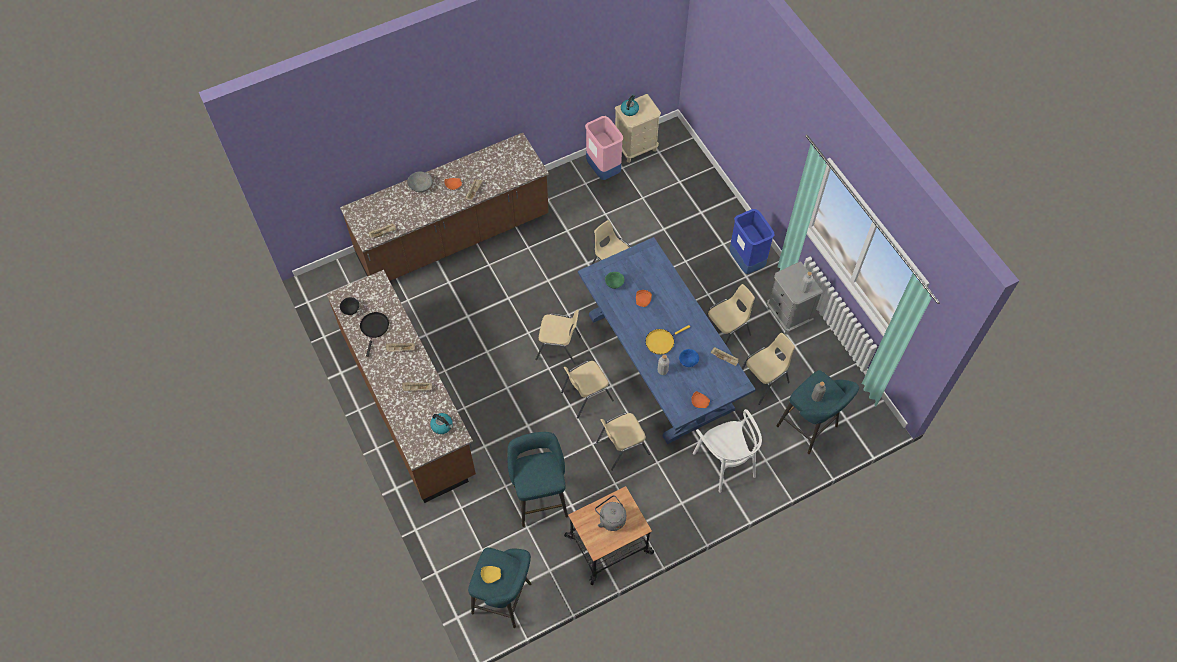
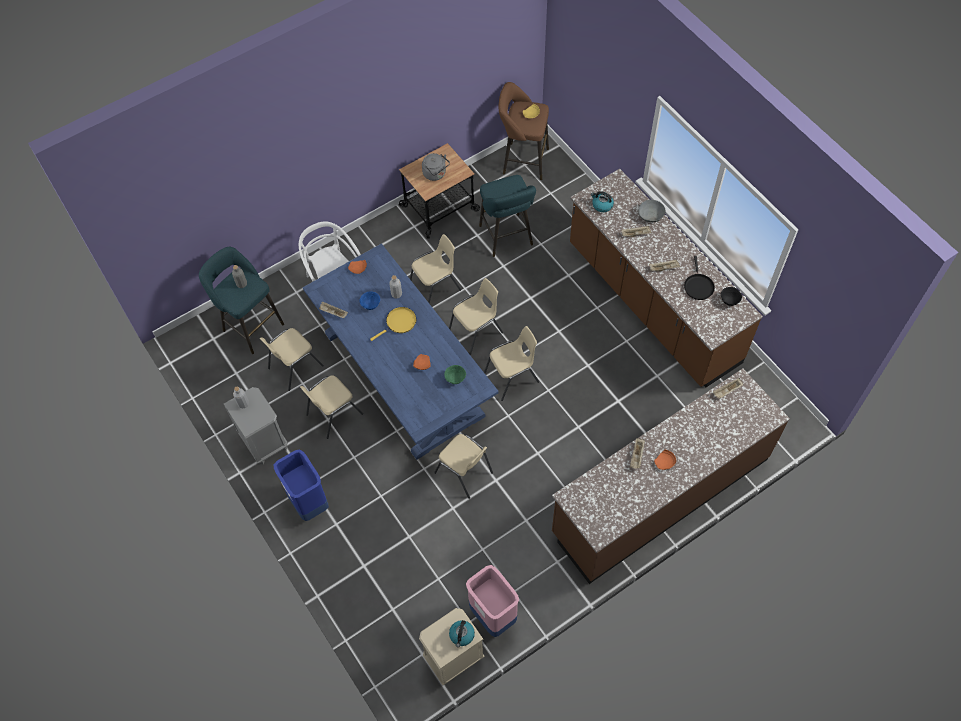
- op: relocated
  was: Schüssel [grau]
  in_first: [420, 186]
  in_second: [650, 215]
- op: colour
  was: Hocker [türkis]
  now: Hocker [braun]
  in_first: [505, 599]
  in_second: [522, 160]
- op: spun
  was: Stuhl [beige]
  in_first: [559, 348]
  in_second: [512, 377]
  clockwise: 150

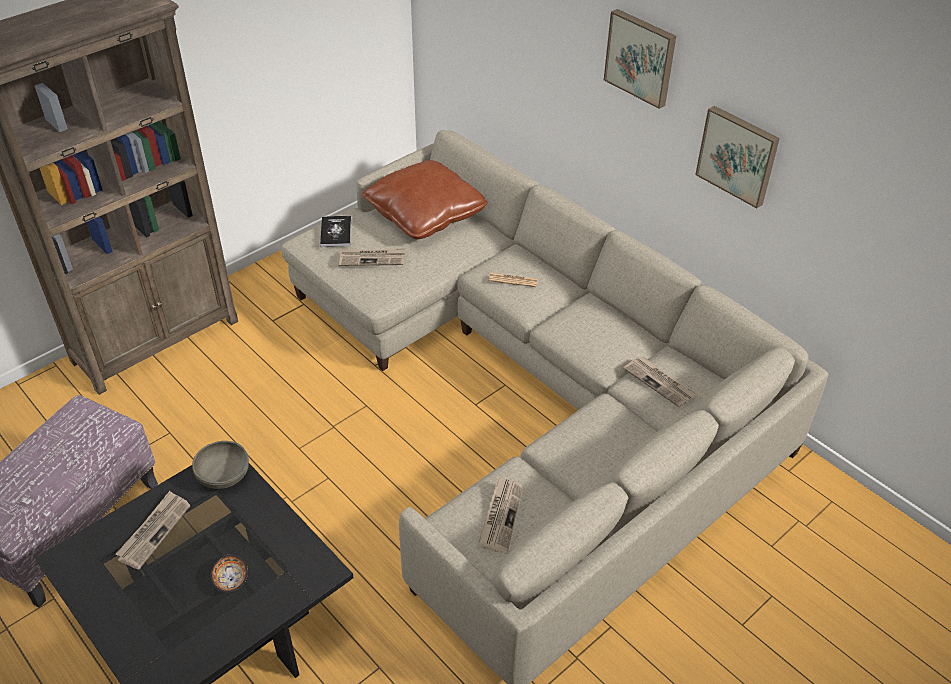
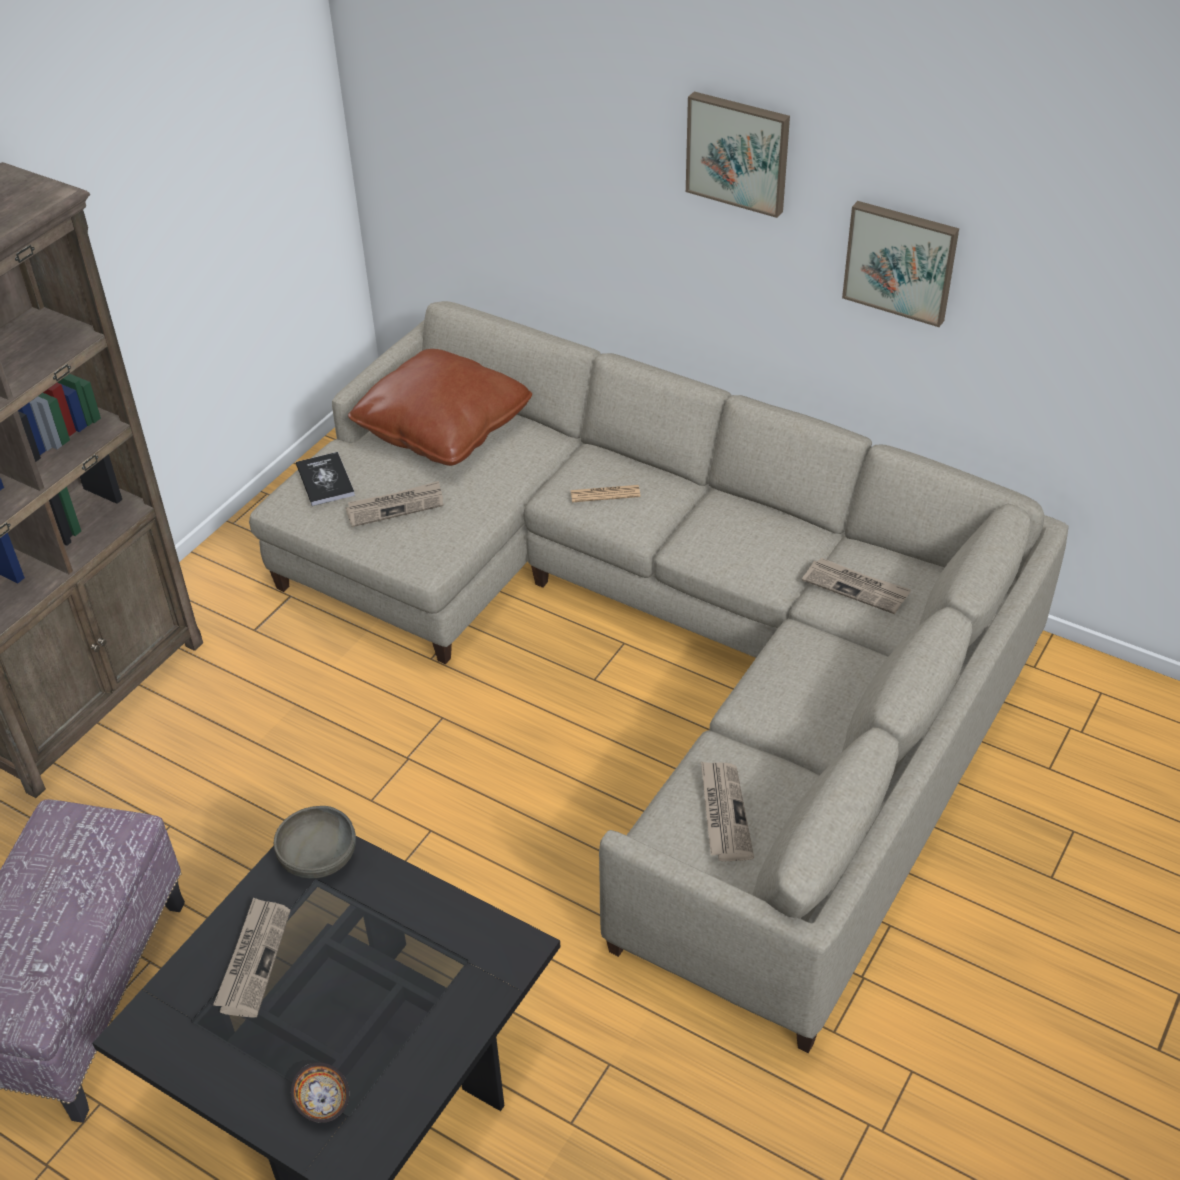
- op: relocated
  was: Schüssel
  in_first: [232, 579]
  in_second: [323, 1099]

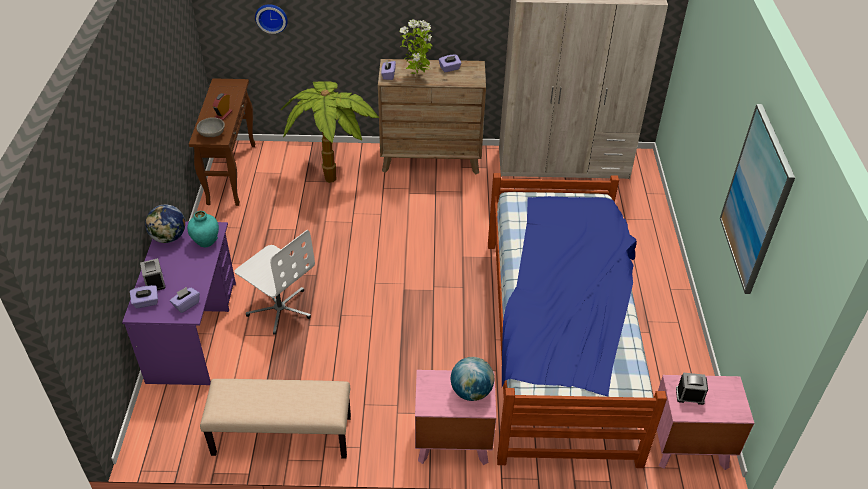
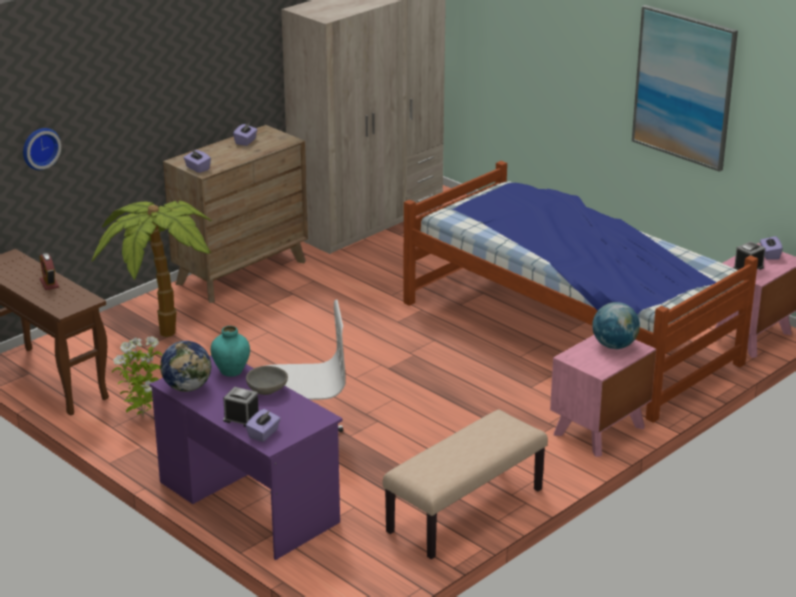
- op: relocated
  was: Taschentuchbox [lila]
  in_first: [186, 304]
  in_second: [769, 255]
- op: relocated
  was: Schüssel [grau]
  in_first: [211, 134]
  in_second: [266, 390]
- op: relocated
  was: Topfpflanze
  in_first: [417, 77]
  in_second: [143, 416]

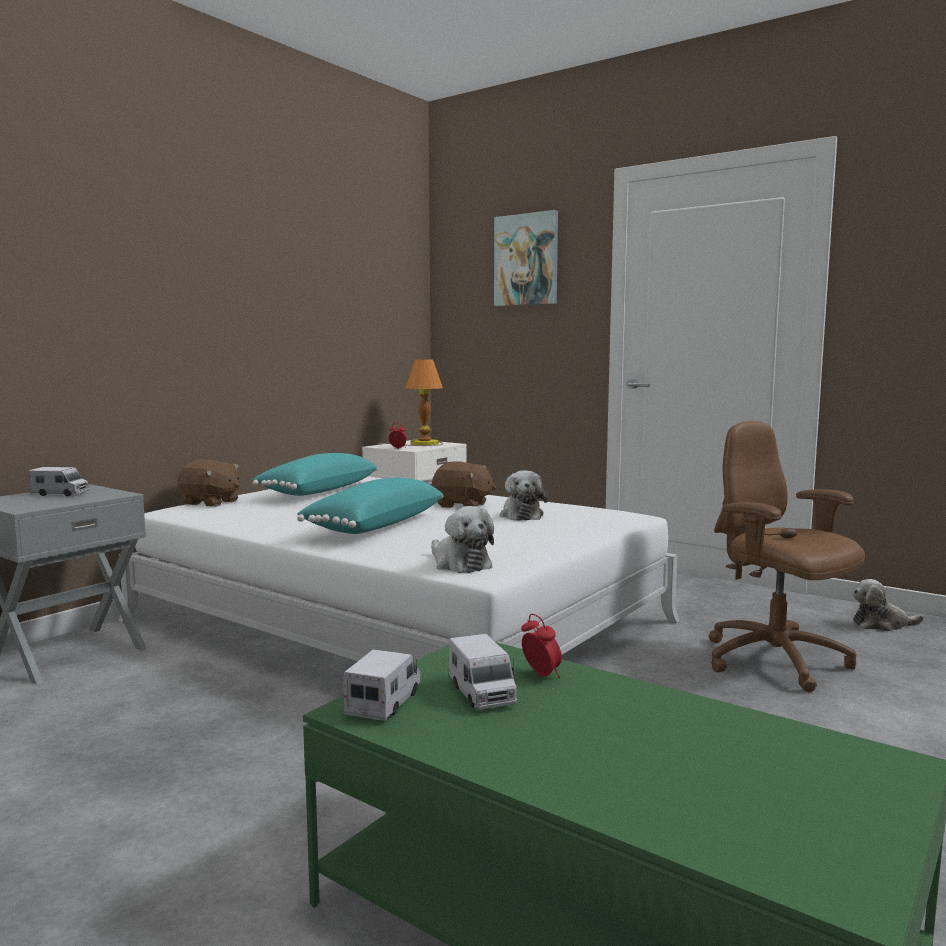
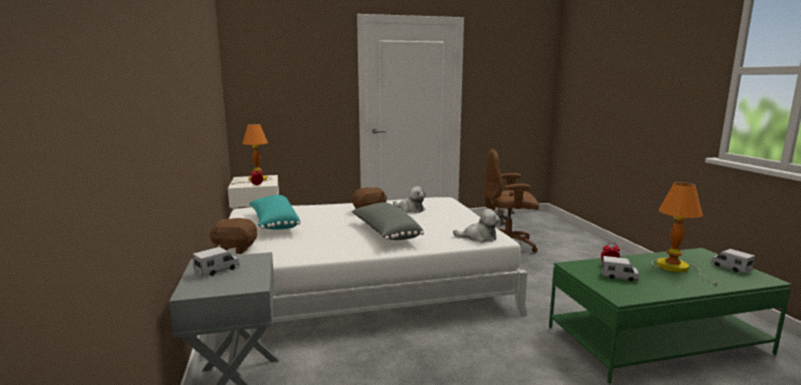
- op: missing
  was: Bild
  in_first: [526, 260]
- op: appeared
  now: Tischlampe
  in_second: [676, 267]
- op: relocated
  was: Spielzeuglaster
  in_first: [384, 703]
  in_second: [730, 267]
- op: colour
  was: Kissen [türkis]
  now: Kissen [grau]
  in_first: [373, 526]
  in_second: [385, 233]
- op: spun
  was: Plüschtier [braun]
  in_first: [210, 503]
  in_second: [235, 249]
  clockwise: -150

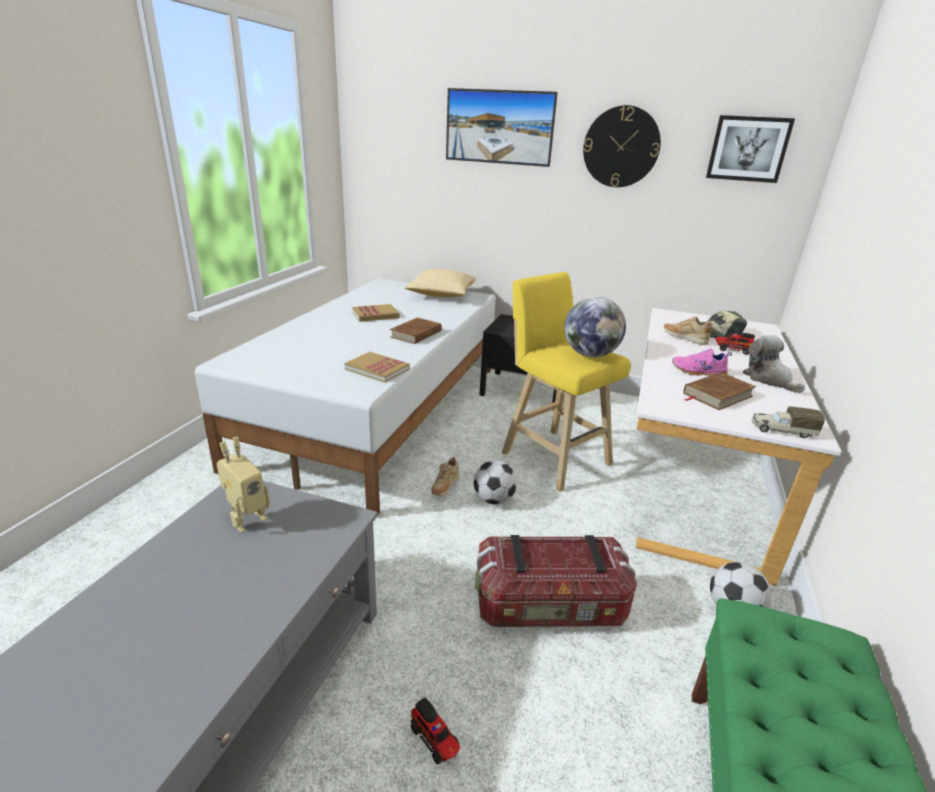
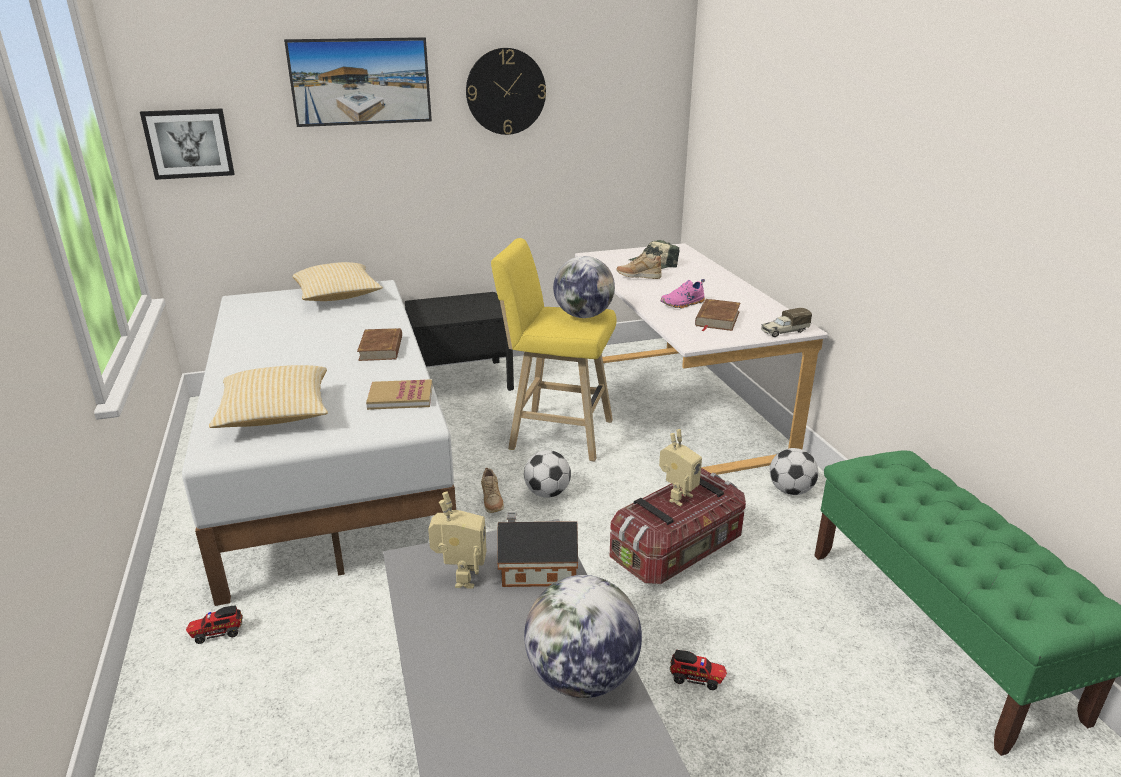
- op: missing
  was: Buch
  in_first: [375, 315]
- op: missing
  was: Plüschtier
  in_first: [768, 379]
- op: appeared
  now: Kissen
  in_second: [276, 415]
- op: appeared
  now: Spielzeughaus
  in_second: [535, 569]
- op: appeared
  now: Globus
  in_second: [582, 678]
- op: appeared
  now: Spielzeugroboter
  in_second: [677, 497]
- op: relocated
  was: Bild
  in_first: [748, 149]
  in_second: [189, 143]
- op: relocated
  was: Spielzeuglaster
  in_first: [732, 350]
  in_second: [217, 633]

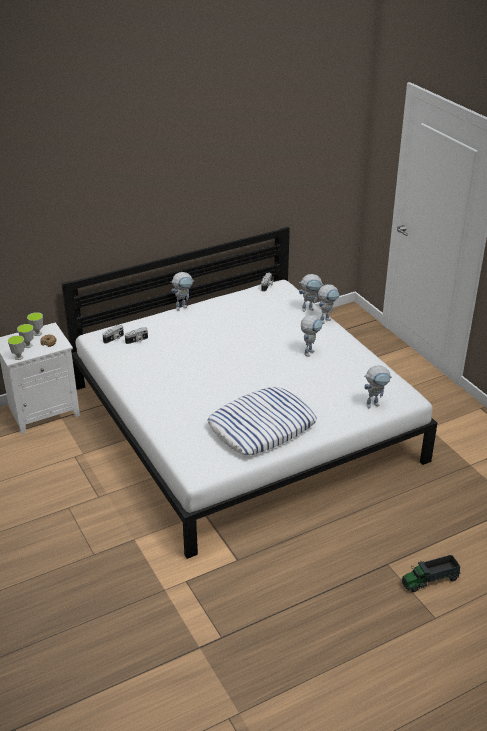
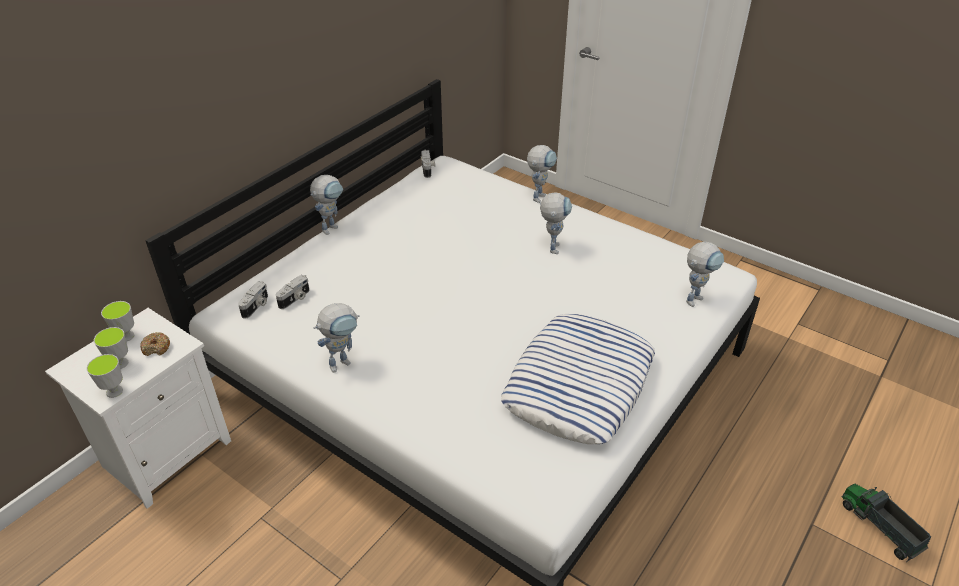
- op: relocated
  was: Spielzeugroboter
  in_first: [310, 308]
  in_second: [343, 361]
- op: spun
  was: Spielzeuglaster
  in_first: [430, 580]
  in_second: [879, 527]
  clockwise: 105

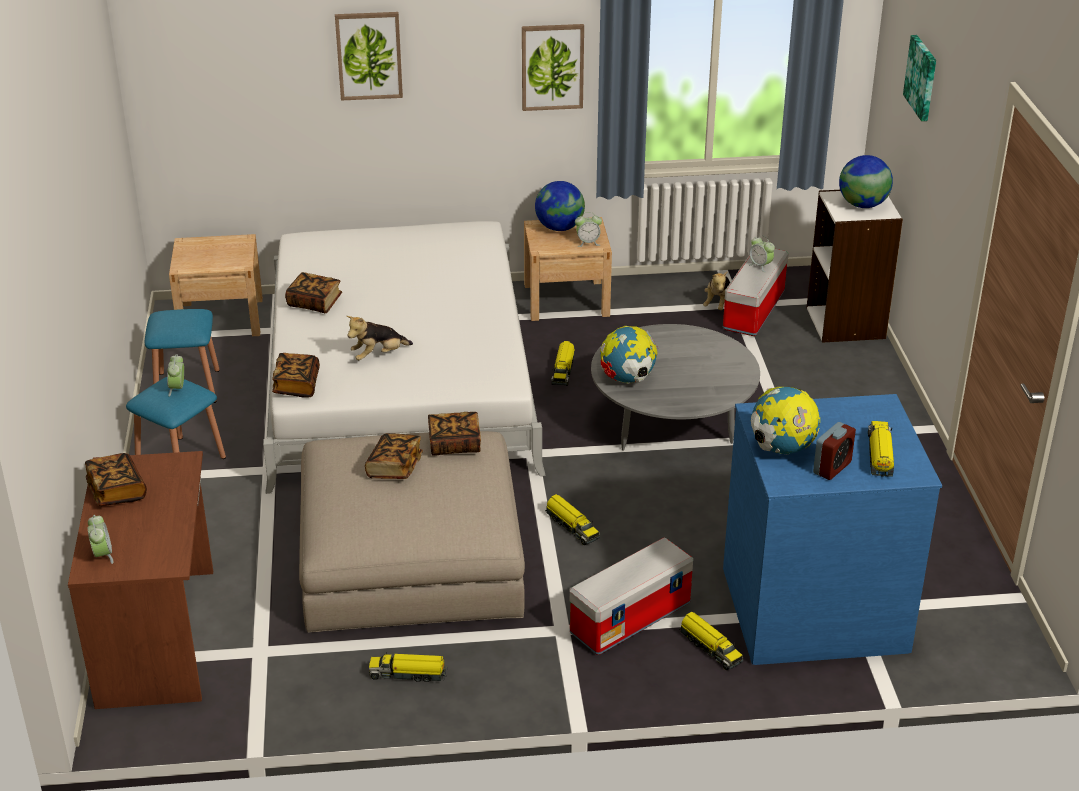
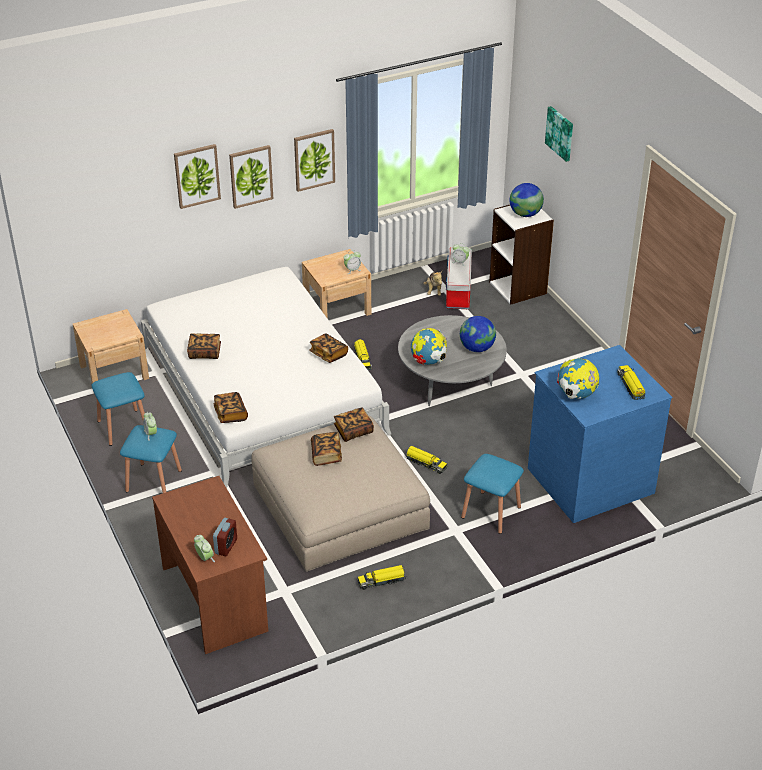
- op: missing
  was: Plüschtier
  in_first: [378, 355]
- op: missing
  was: Spielzeuglaster
  in_first: [710, 647]
- op: appeared
  now: Bild
  in_second: [251, 176]
- op: relocated
  was: Buch
  in_first: [117, 491]
  in_second: [328, 354]
- op: relocated
  was: Globus
  in_first: [559, 228]
  in_second: [477, 348]
- op: relocated
  was: Wecker
  in_first: [832, 468]
  in_second: [226, 546]
- op: exchanged
  was: Aufbewahrungsbox
  now: Hocker [blau]
  in_first: [631, 617]
  in_second: [491, 512]

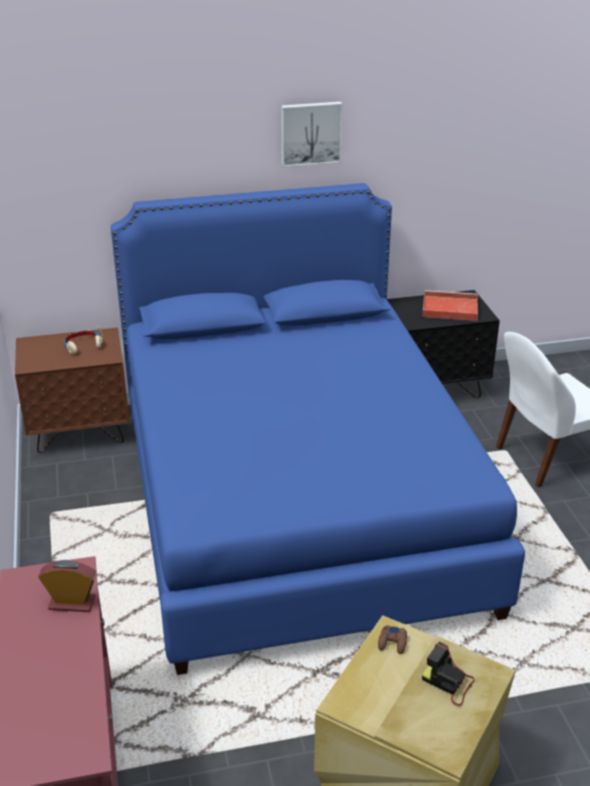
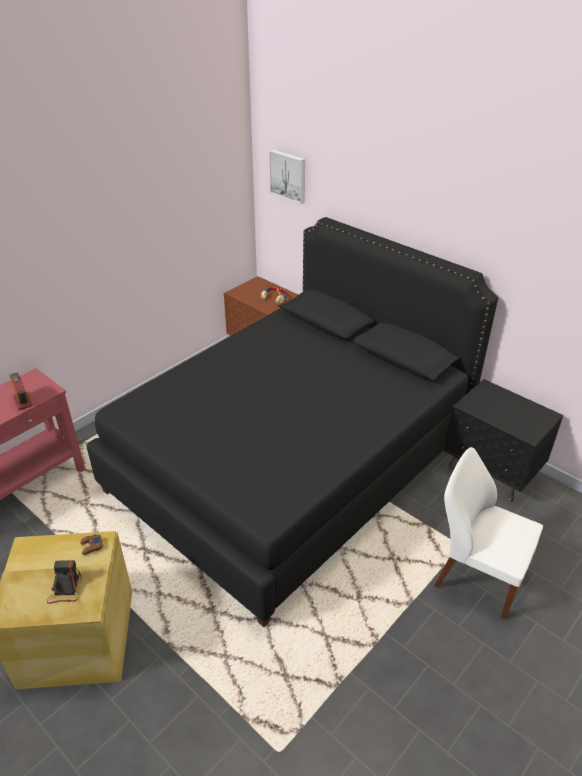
- op: missing
  was: Tablett [rot]
  in_first: [448, 308]
- op: relocated
  was: Bild
  in_first: [310, 133]
  in_second: [288, 176]
- op: colour
  was: Bett [blau]
  now: Bett [schwarz]
  in_first: [294, 499]
  in_second: [291, 463]

